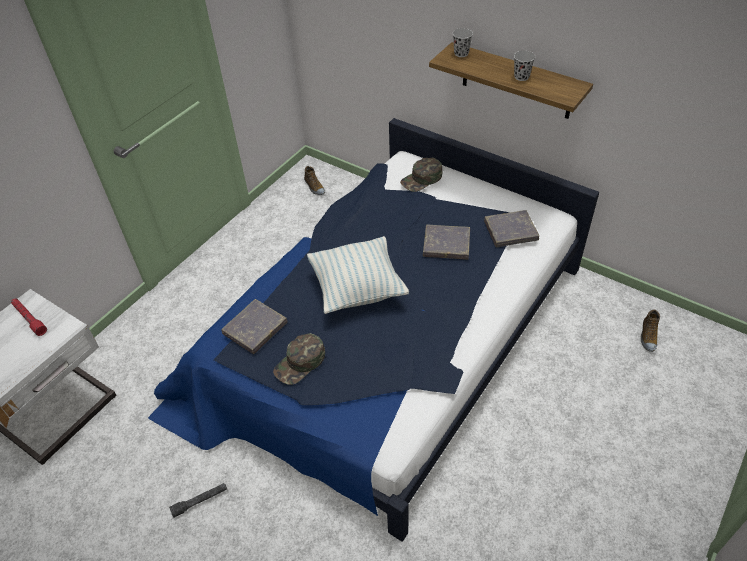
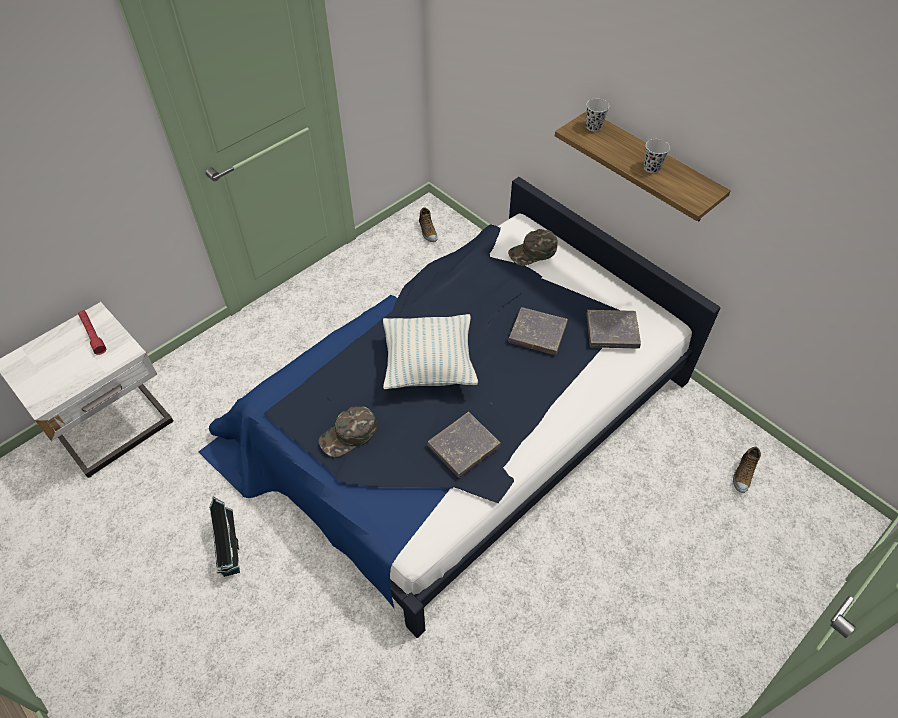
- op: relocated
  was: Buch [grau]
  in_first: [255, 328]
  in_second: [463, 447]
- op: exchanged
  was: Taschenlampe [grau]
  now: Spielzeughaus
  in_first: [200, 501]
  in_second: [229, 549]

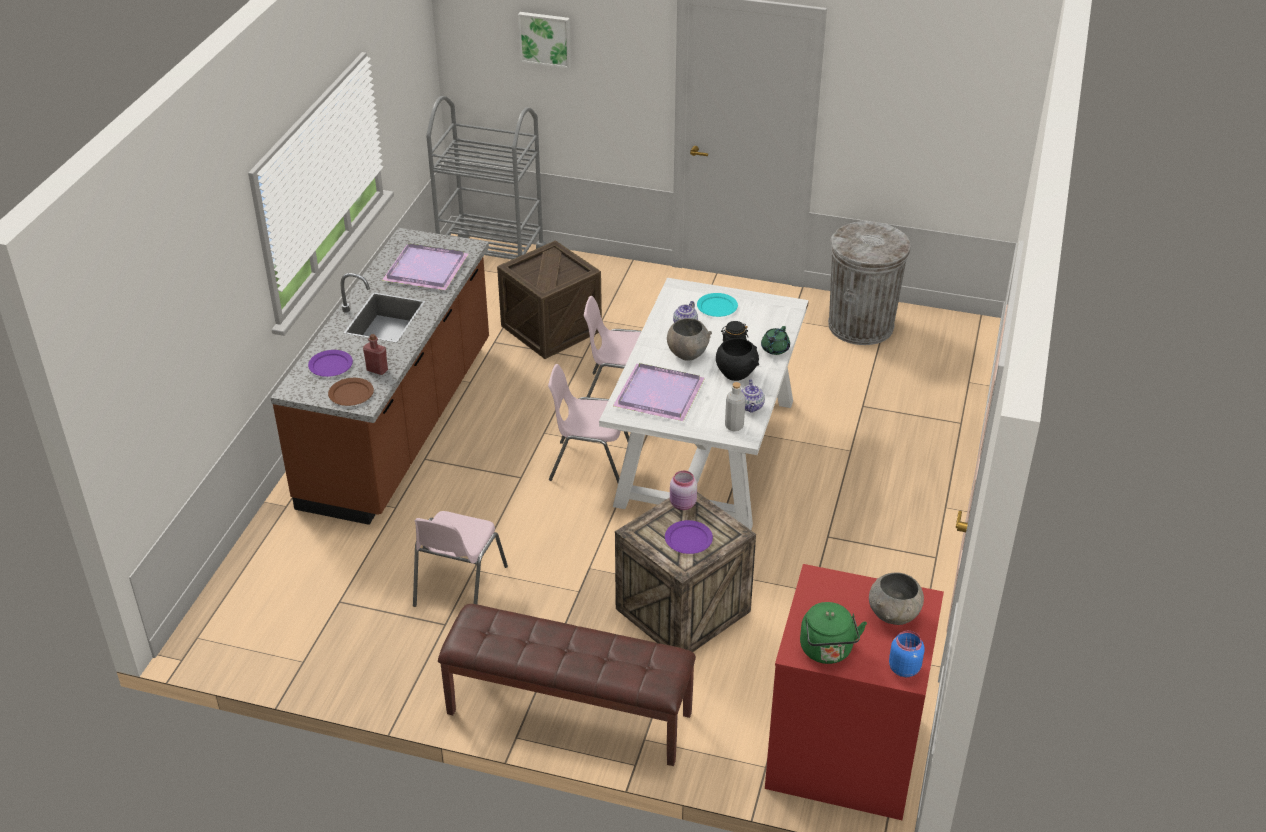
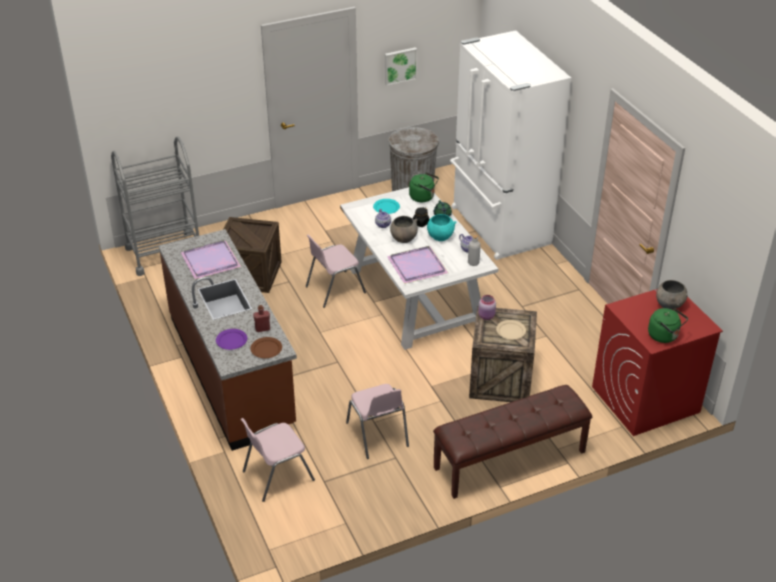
- op: missing
  was: Vorratsglas [blau]
  in_first: [904, 668]
- op: appeared
  now: Wasserkessel [grün]
  in_second: [423, 197]
- op: appeared
  now: Kühlschrank [weiß]
  in_second: [498, 226]
- op: relocated
  was: Bild
  in_first: [545, 38]
  in_second: [400, 65]
- op: relocated
  was: Stuhl [rosa]
  in_first: [589, 464]
  in_second: [277, 475]
- op: colour
  was: Teller [lila]
  now: Teller [beige]
  in_first: [689, 539]
  in_second: [511, 331]
- op: colour
  was: Schüssel [schwarz]
  now: Schüssel [türkis]
  in_first: [736, 374]
  in_second: [440, 237]

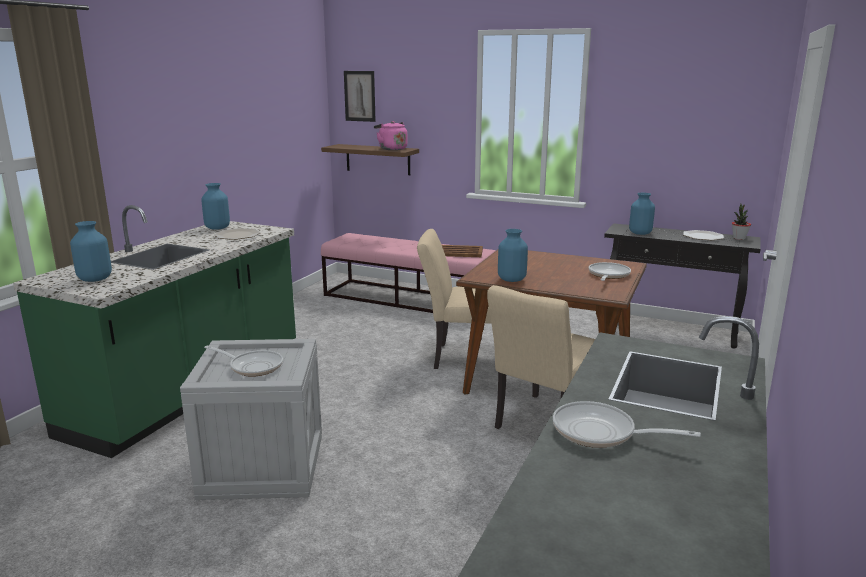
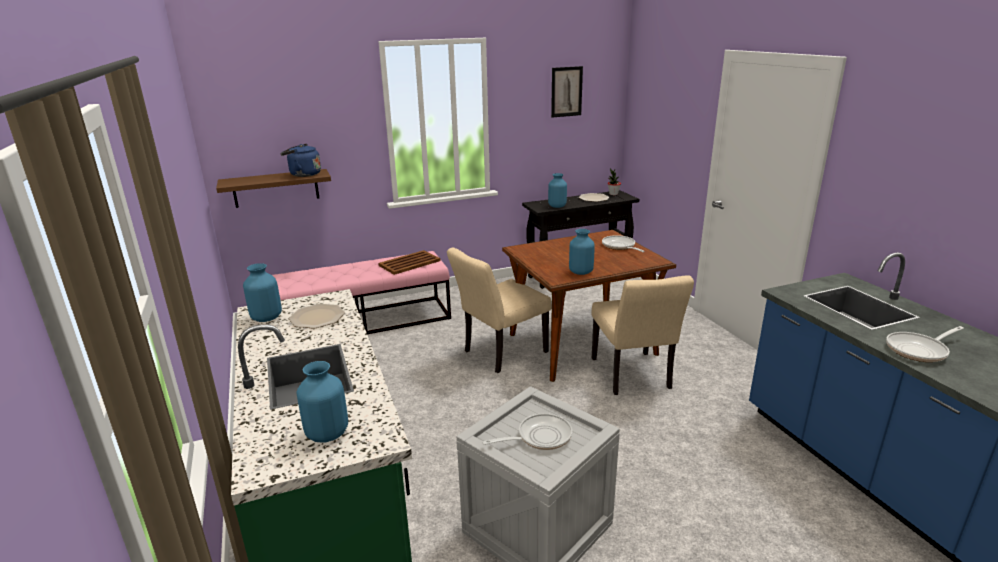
- op: relocated
  was: Bild
  in_first: [360, 96]
  in_second: [566, 91]
- op: colour
  was: Wasserkessel [rosa]
  now: Wasserkessel [blau]
  in_first: [391, 149]
  in_second: [303, 174]

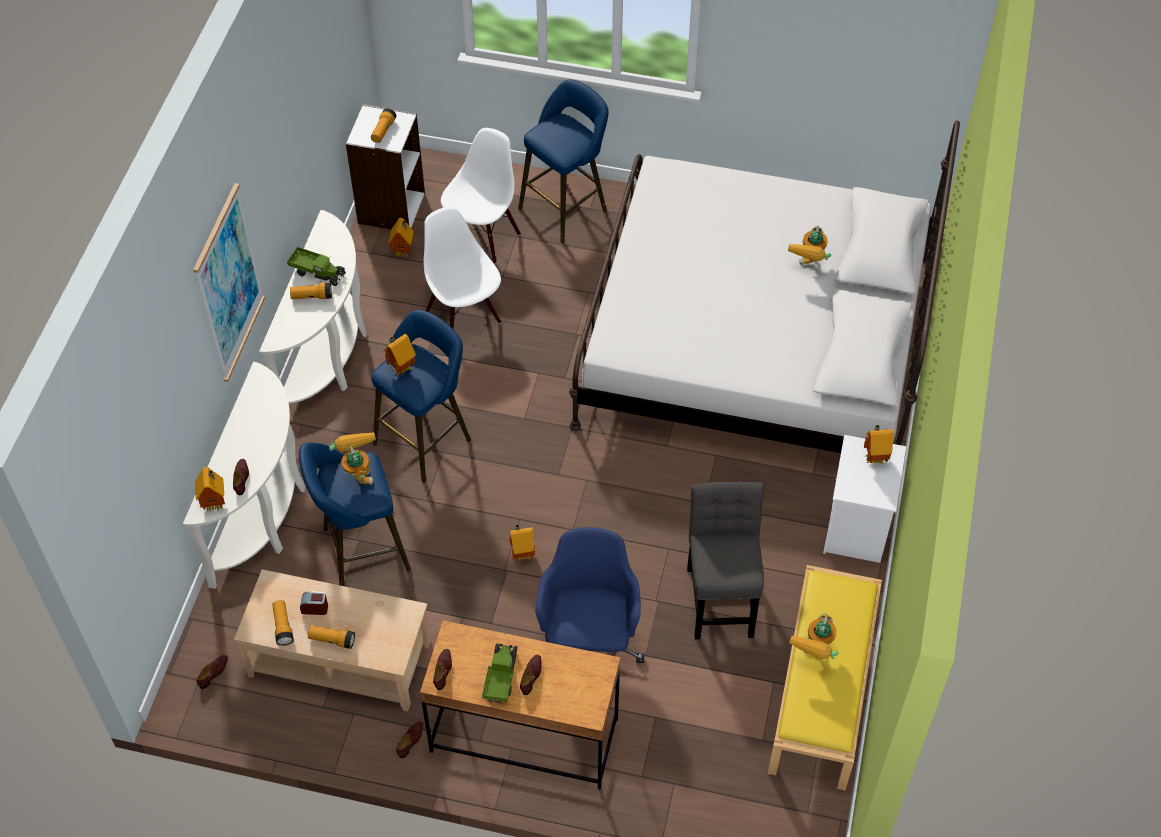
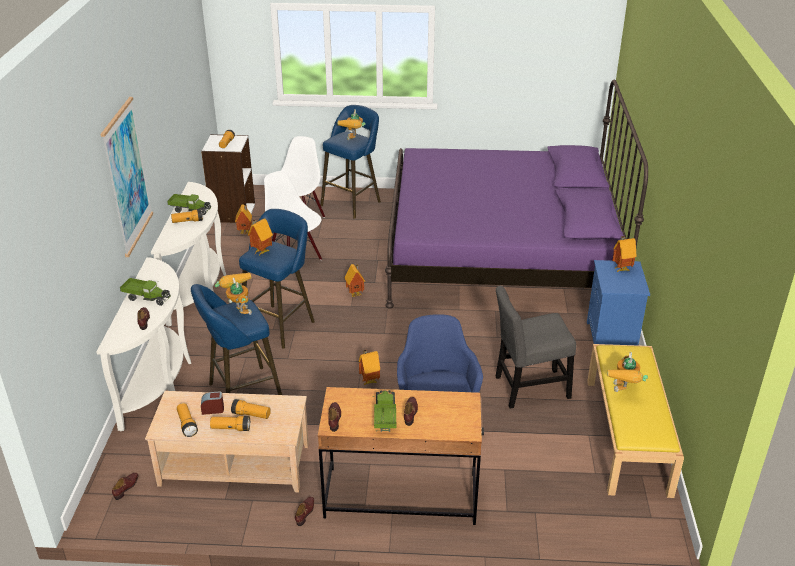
- op: appeared
  now: Spielzeuglaster
  in_second: [146, 297]
- op: appeared
  now: Taschenlampe
  in_second: [251, 415]
- op: relocated
  was: Spielzeughaus
  in_first: [215, 504]
  in_second: [356, 294]
- op: relocated
  was: Spielzeugroboter
  in_first: [809, 265]
  in_second: [353, 140]
- op: colour
  was: Bett [weiß]
  now: Bett [lila]
  in_first: [756, 340]
  in_second: [501, 251]
- op: colour
  was: Nachttisch [weiß]
  now: Nachttisch [blau]
  in_first: [857, 530]
  in_second: [612, 339]
- op: spun
  was: Stuhl [grau]
  in_first: [721, 597]
  in_second: [528, 388]
  clockwise: -90

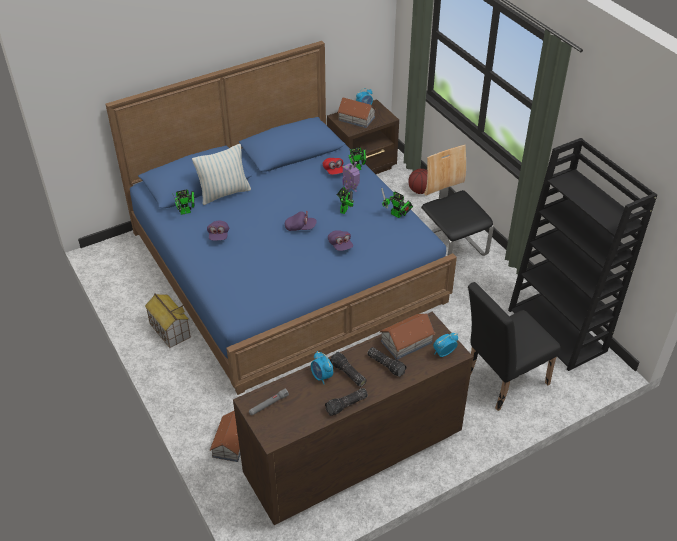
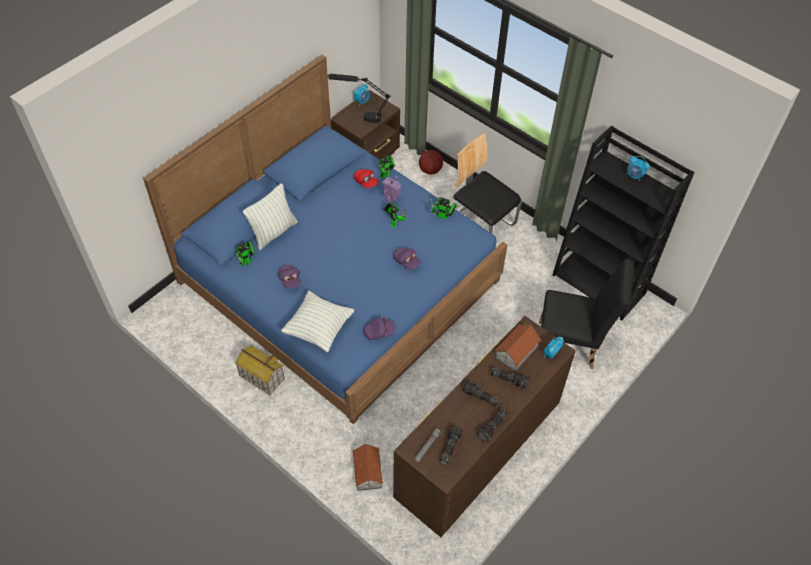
- op: appeared
  now: Kissen
  in_second: [319, 329]
- op: appeared
  now: Taschenlampe
  in_second: [449, 447]
- op: relocated
  was: Kappe [lila]
  in_first: [300, 227]
  in_second: [379, 332]
- op: relocated
  was: Wecker
  in_first: [321, 376]
  in_second: [634, 176]
- op: exchanged
  was: Spielzeughaus
  now: Tischlampe [schwarz]
  in_first: [356, 119]
  in_second: [360, 117]
- op: spun
  was: Stuhl [schwarz]
  in_first: [501, 381]
  in_second: [571, 345]
  clockwise: -120

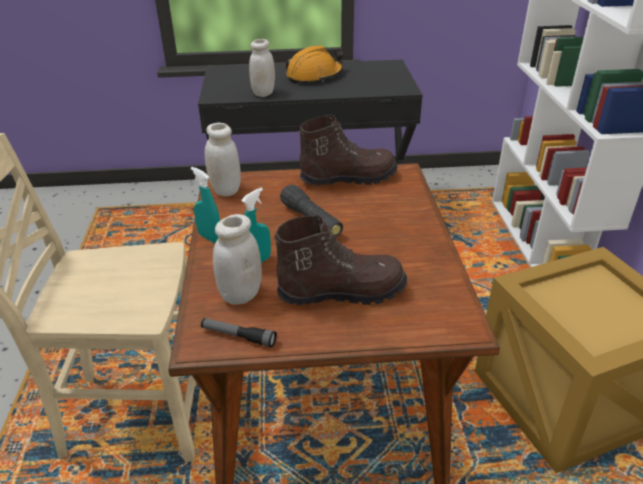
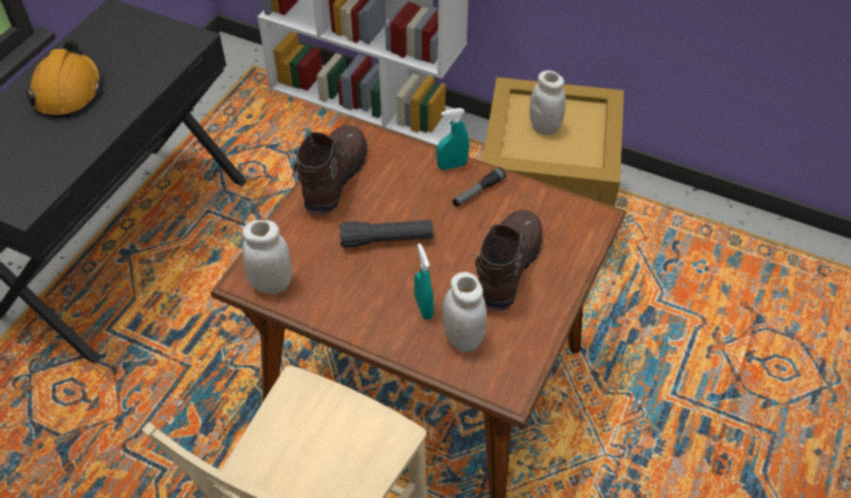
- op: relocated
  was: Sprühflasche [türkis]
  in_first: [210, 237]
  in_second: [452, 165]
- op: relocated
  was: Taschenlampe
  in_first: [238, 336]
  in_second: [478, 192]
- op: relocated
  was: Vorratsglas [weiß]
  in_first: [263, 93]
  in_second: [544, 127]

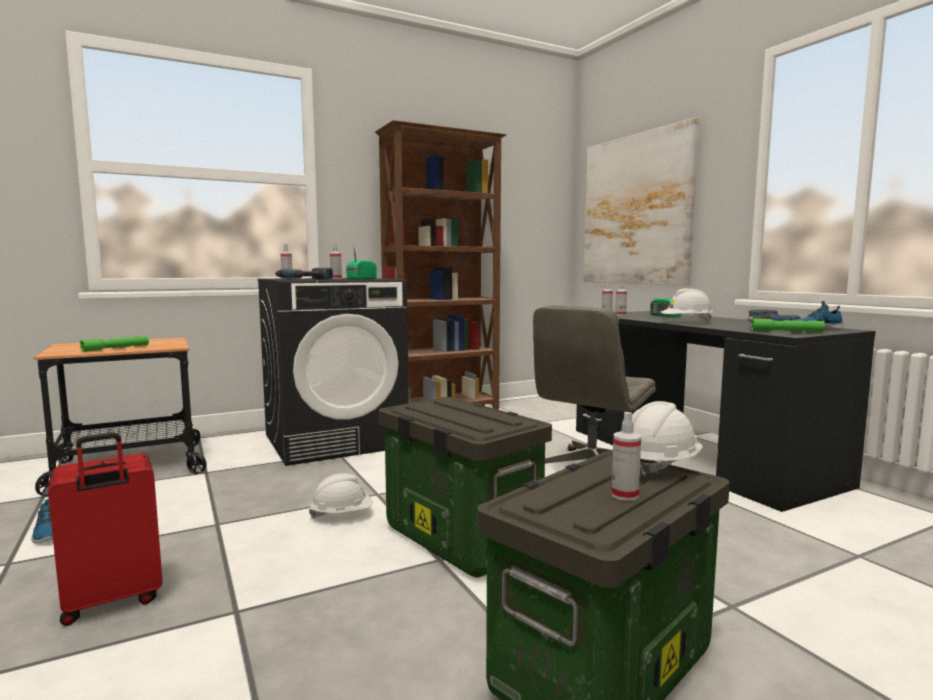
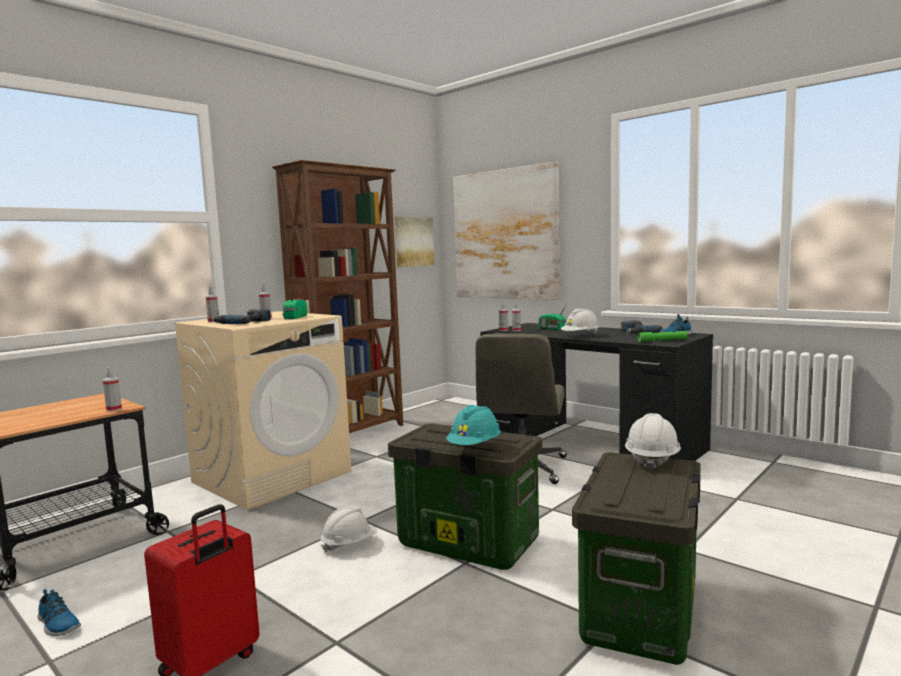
- op: missing
  was: Taschenlampe [grün]
  in_first: [116, 349]
- op: appeared
  now: Bild
  in_second: [413, 241]
- op: appeared
  now: Schutzhelm [türkis]
  in_second: [474, 446]
- op: relocated
  was: Sprühflasche
  in_first: [624, 495]
  in_second: [114, 409]
- op: colour
  was: Waschmaschine [schwarz]
  now: Waschmaschine [beige]
  in_first: [335, 440]
  in_second: [272, 476]

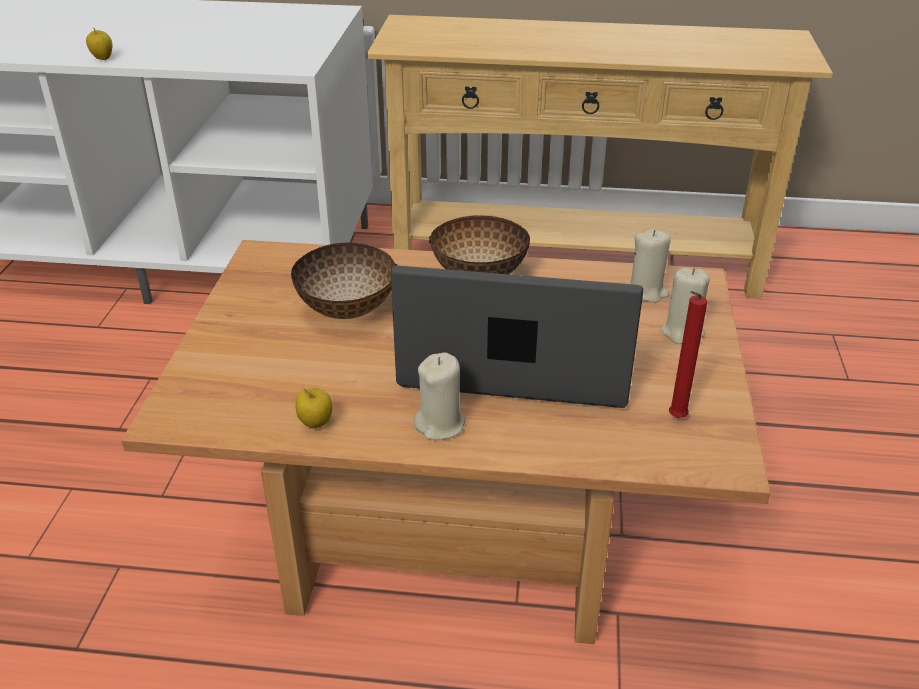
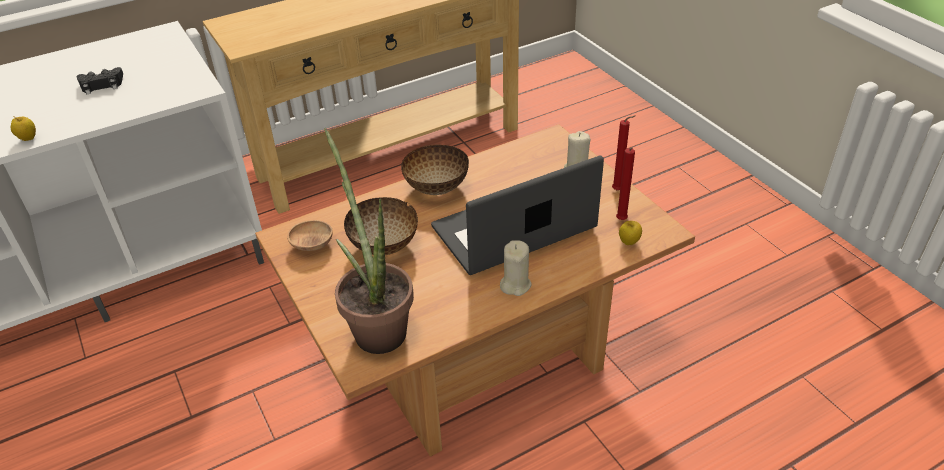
- op: missing
  was: Kerze [beige]
  in_first: [646, 292]
- op: appeared
  now: Gamepad [schwarz]
  in_second: [102, 85]
- op: appeared
  now: Schüssel [braun]
  in_second: [312, 245]
- op: appeared
  now: Topfpflanze
  in_second: [376, 326]
- op: appeared
  now: Kerze [rot]
  in_second: [619, 190]
- op: relocated
  was: Apfel
  in_first: [315, 424]
  in_second: [629, 242]

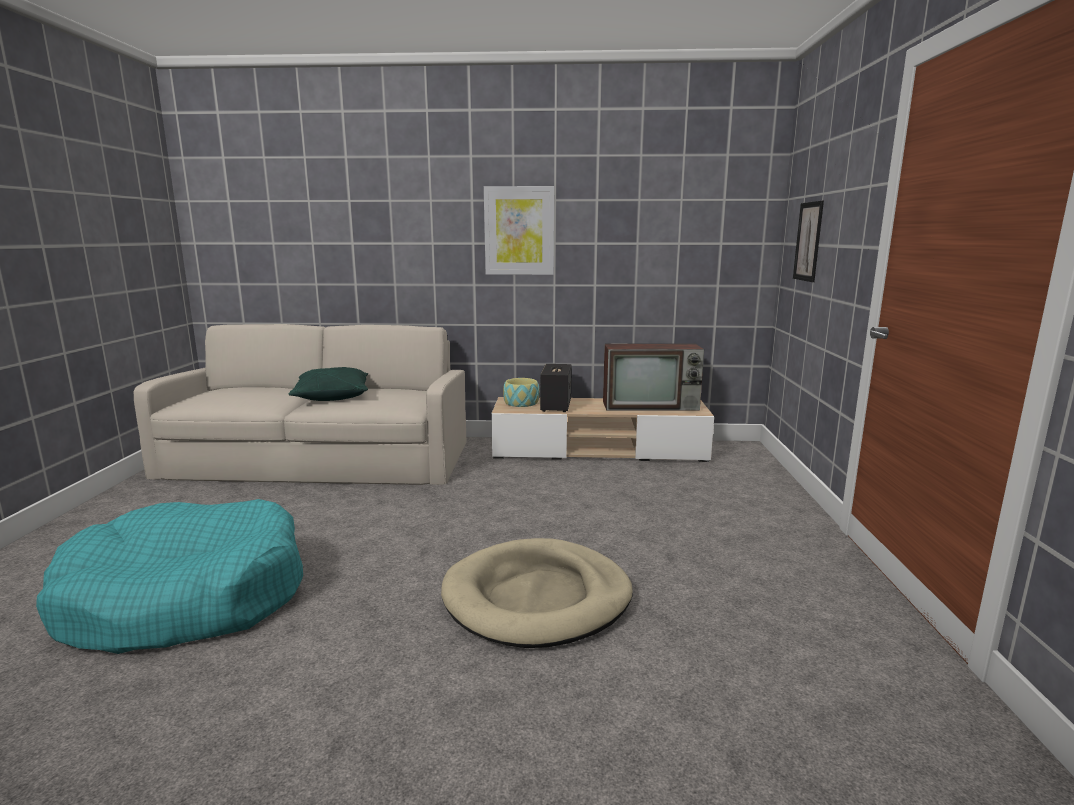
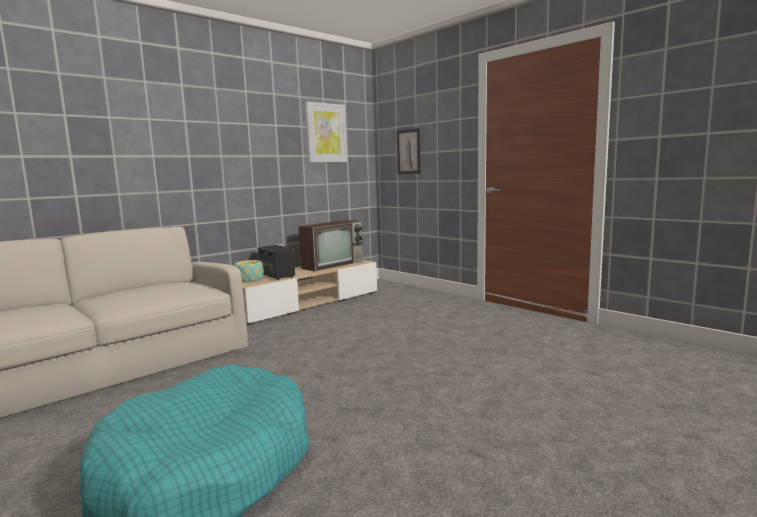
- op: missing
  was: Kissen [grün]
  in_first: [332, 396]
- op: missing
  was: Hundebett [beige]
  in_first: [537, 598]
- op: relocated
  was: Bild
  in_first: [519, 231]
  in_second: [326, 133]

